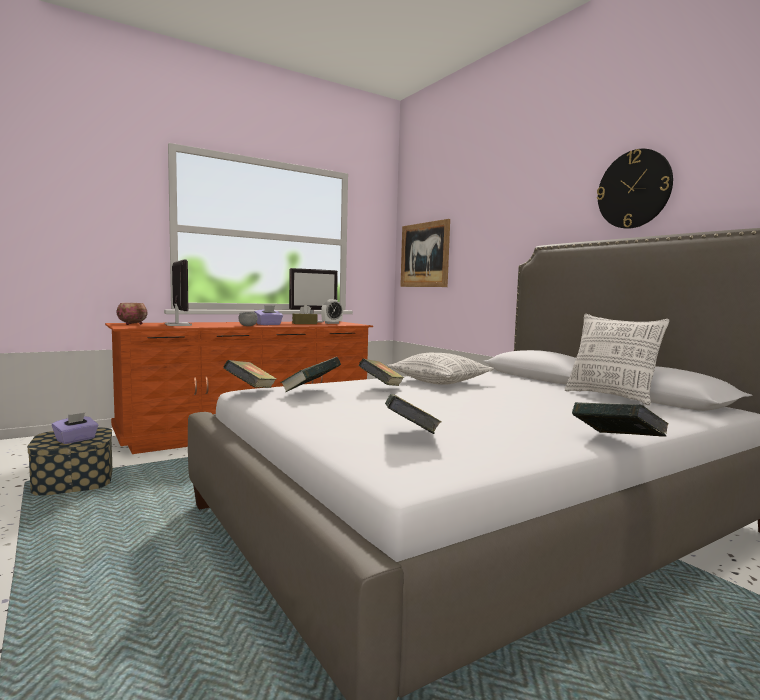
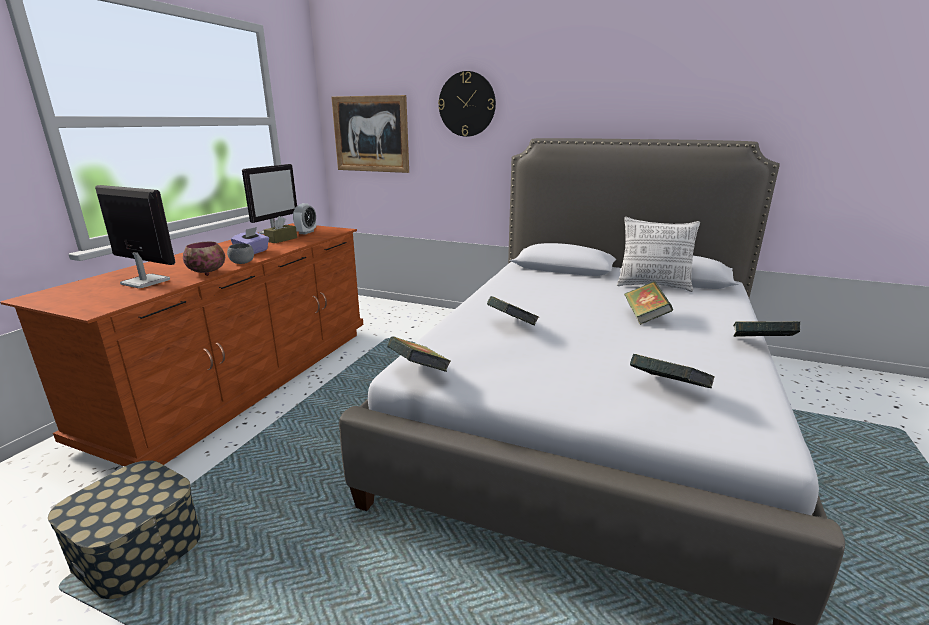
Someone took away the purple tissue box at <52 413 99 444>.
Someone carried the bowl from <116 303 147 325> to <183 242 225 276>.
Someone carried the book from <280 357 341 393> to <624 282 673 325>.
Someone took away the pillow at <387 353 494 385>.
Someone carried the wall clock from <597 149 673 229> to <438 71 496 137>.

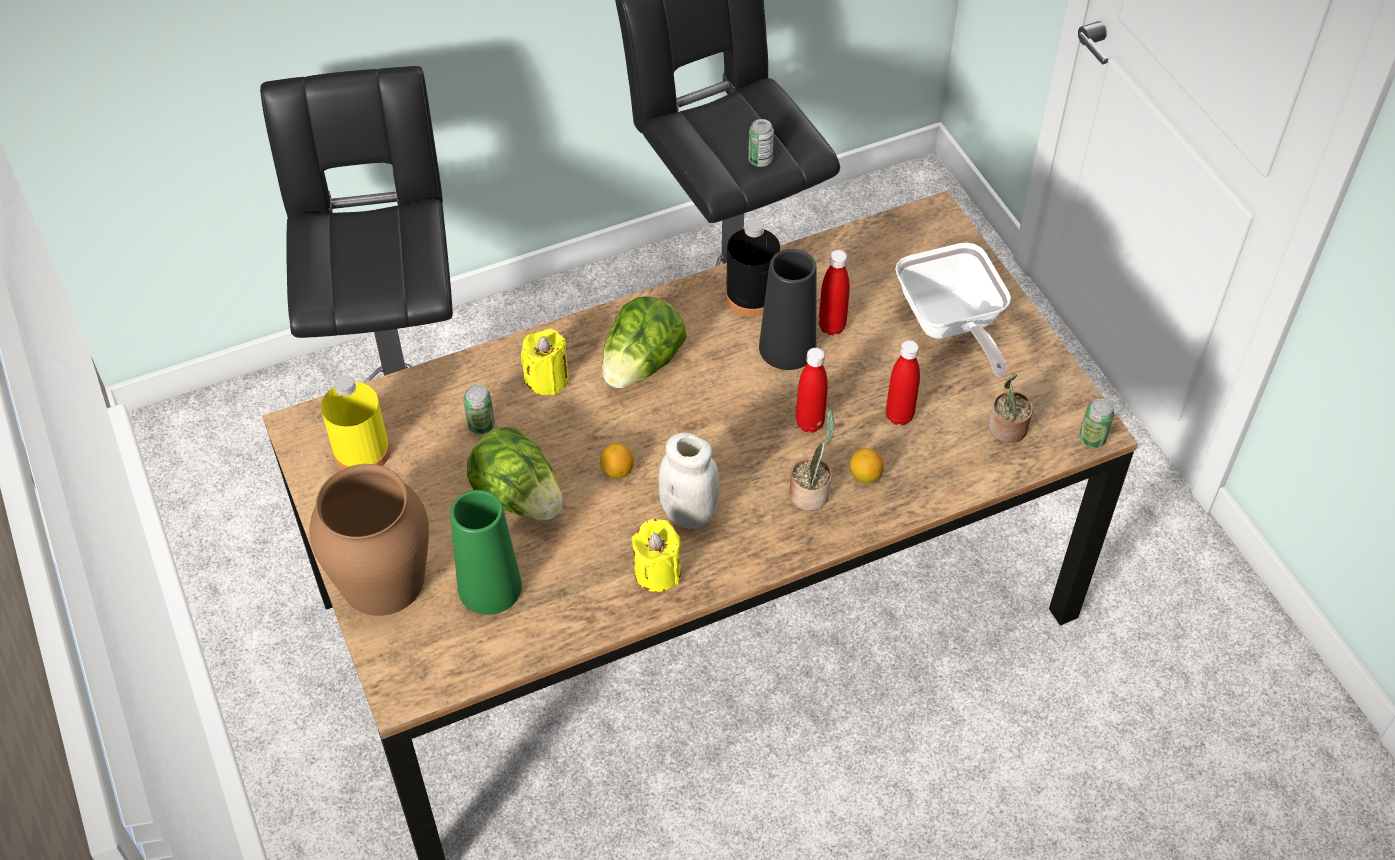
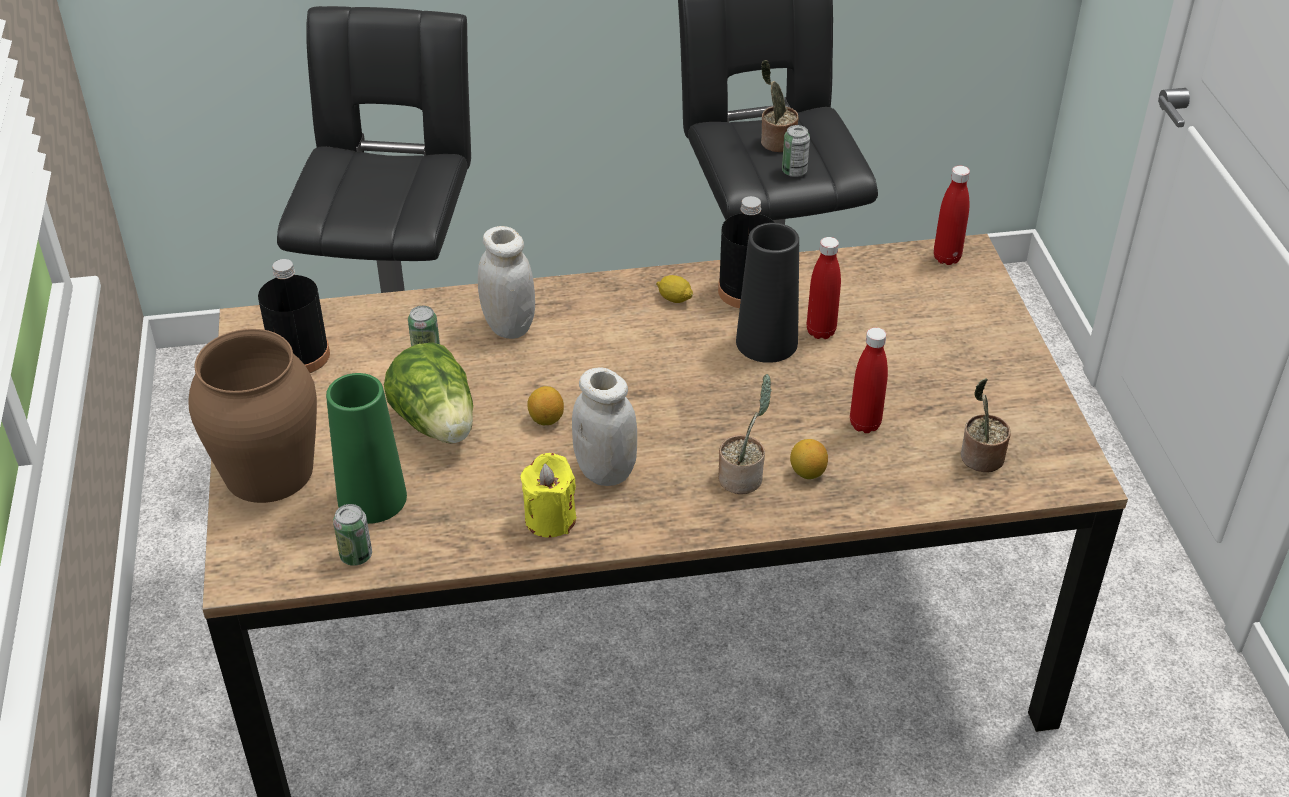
Someone repainted the yellow bottle at <321 375 391 470>, which became the black bottle at <258 259 330 373>.
Someone swapped the yellow candle at <521 329 569 395> for the white jar at <478 226 535 339>.
Someone took away the lettuce at <602 297 687 388>.
Someone carried the red bottle from <796 348 828 433> to <934 166 970 265>.
Someone took away the frying pan at <895 242 1011 376>.
Someone carried the can from <1079 398 1114 448> to <333 504 372 566>.
Someone put down the lemon at <656 275 693 303>.
Someone put down the potted plant at <761 60 799 152>.

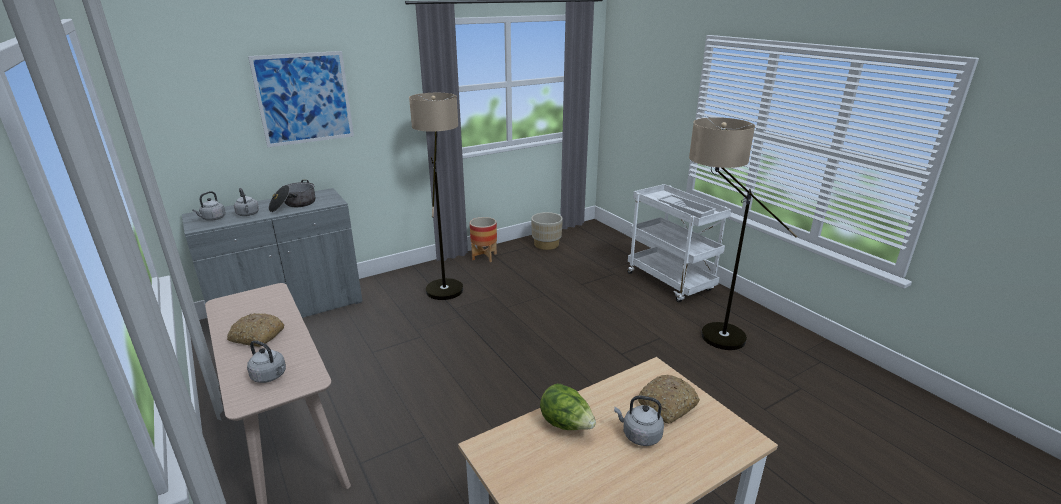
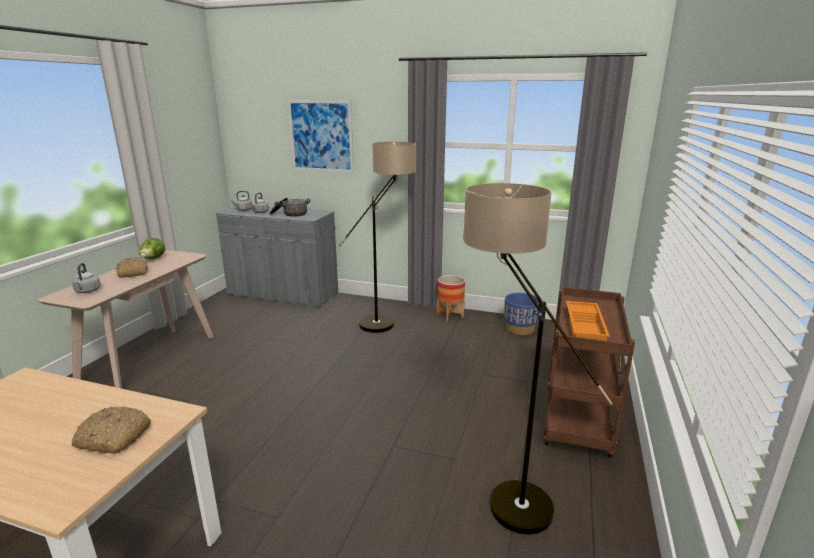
Someone repainted the beige planter at <531 212 563 250>, which became the blue planter at <504 293 539 335>.
Someone carried the lettuce from <540 384 596 430> to <139 238 165 259>.
Someone took away the grey kettle at <614 396 664 446>.
Someone repainted the white cart at <627 184 731 303>, which became the brown cart at <544 287 635 458>.
Someone repainted the white tray at <657 194 716 218>, which became the orange tray at <566 301 610 341>.

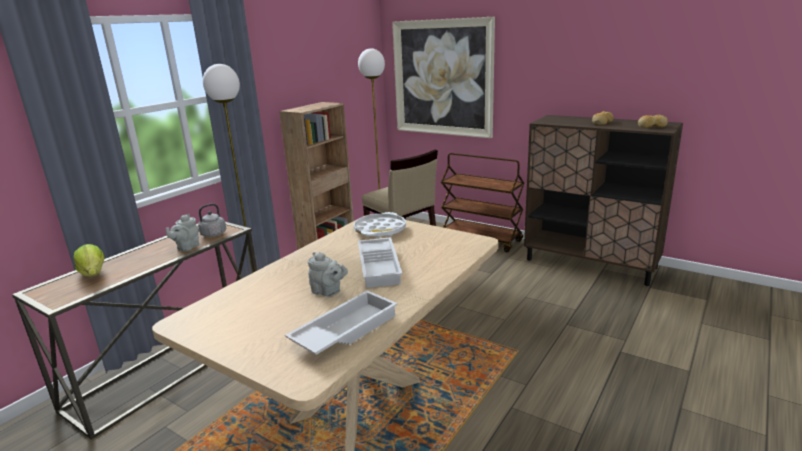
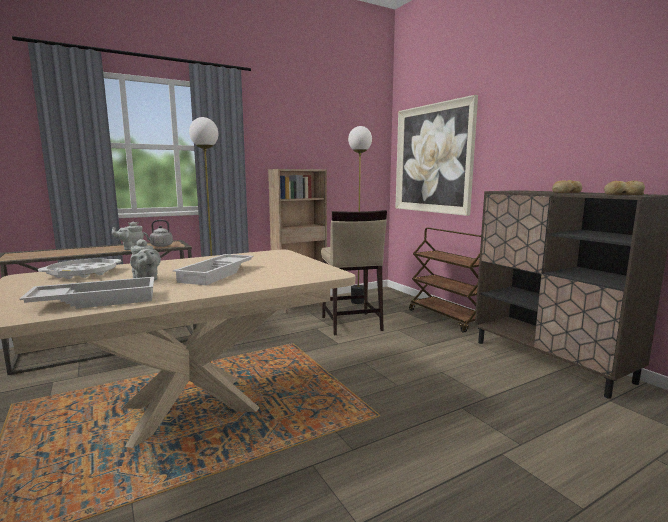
Someone took away the lettuce at <73 244 105 277>.
Someone carried the white tray from <353 212 406 238> to <38 259 121 279>.

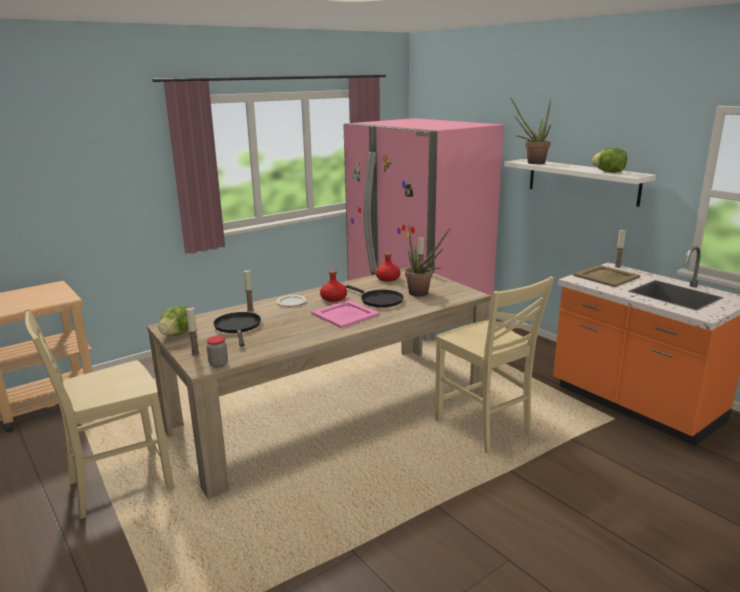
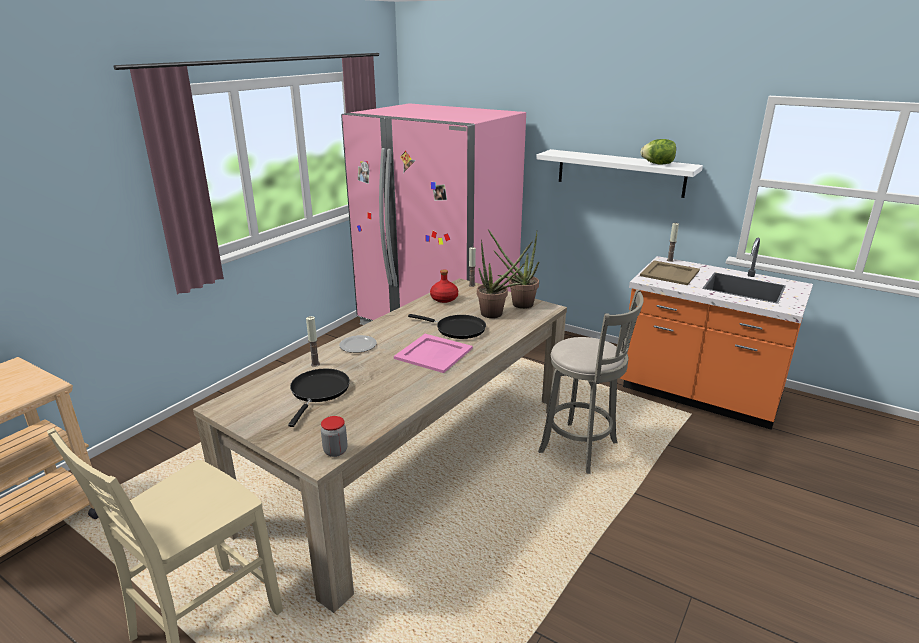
Someone took away the lettuce at <158 305 188 336>.
Someone took away the candle at <186 307 200 356>.
Someone rotated the black frying pan at <213 312 261 346> by 45 degrees clockwise.
Someone took away the red bottle at <320 270 347 302>.
Someone swapped the beige chair at <435 276 554 454> for the grey stool at <538 290 644 474>.
Someone carried the potted plant from <510 97 551 164> to <488 229 539 309>.

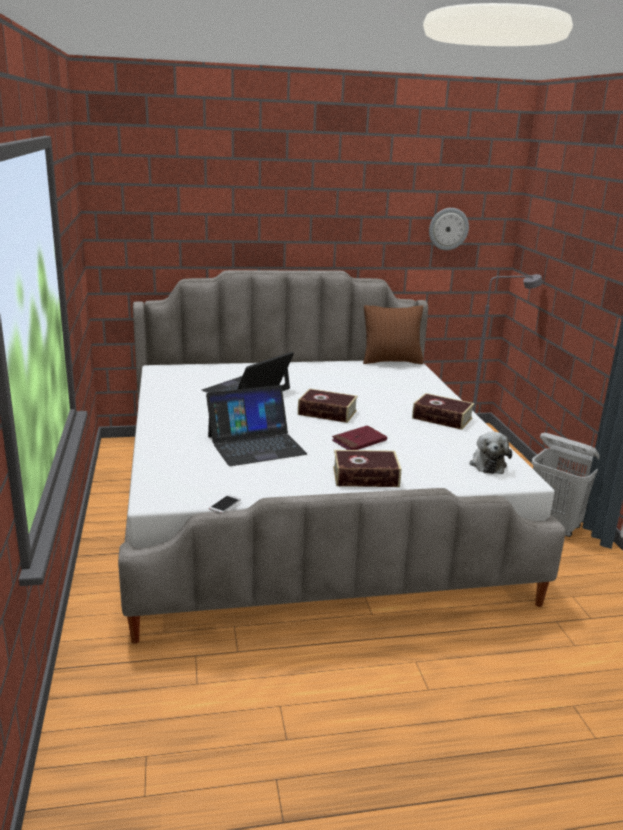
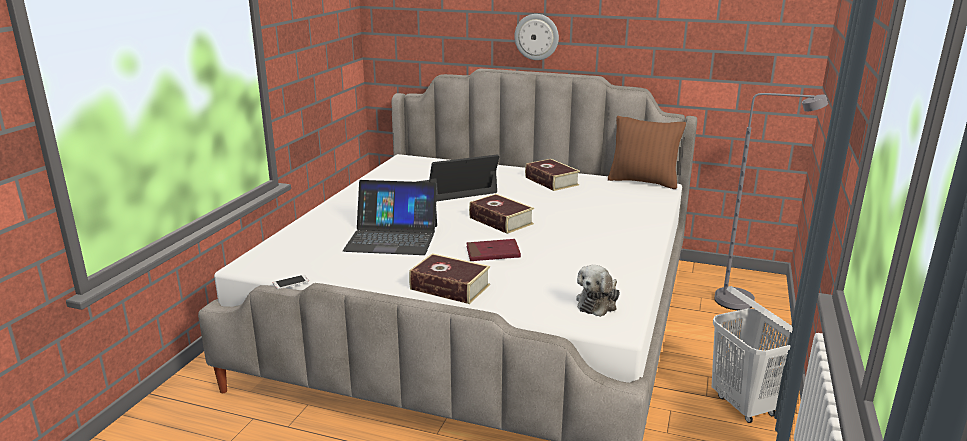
Someone carried the book from <412 393 474 430> to <525 159 580 191>.
Someone carried the wall clock from <429 208 469 250> to <514 14 559 60>.

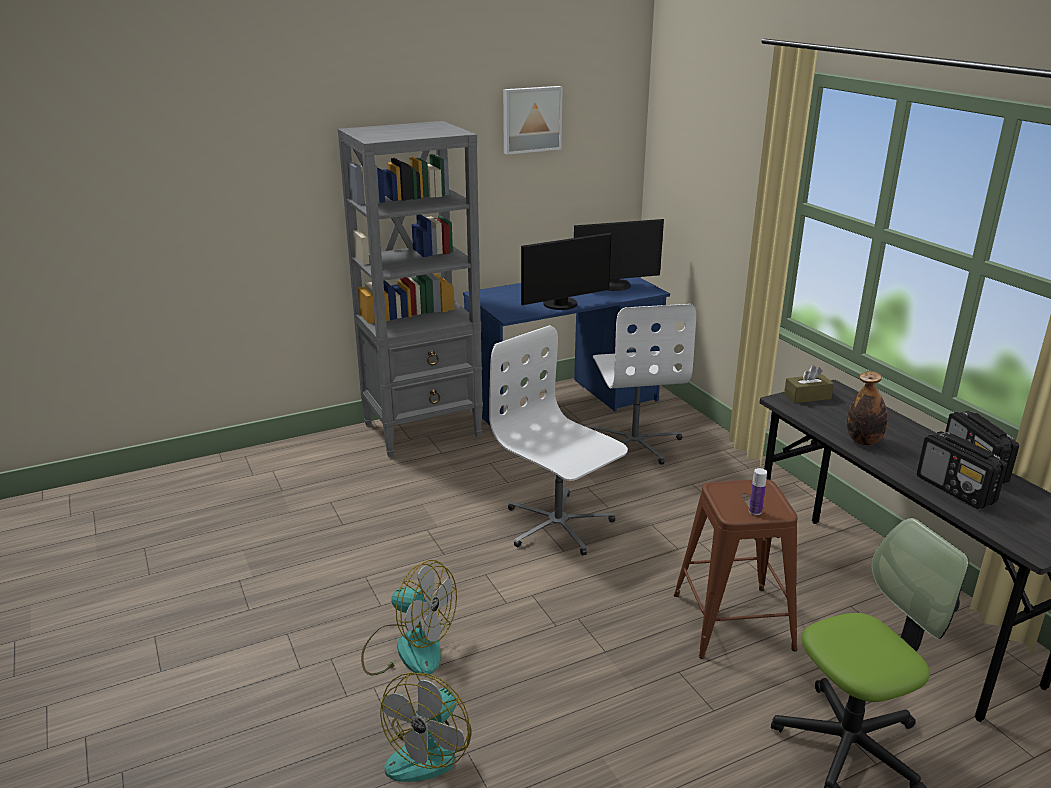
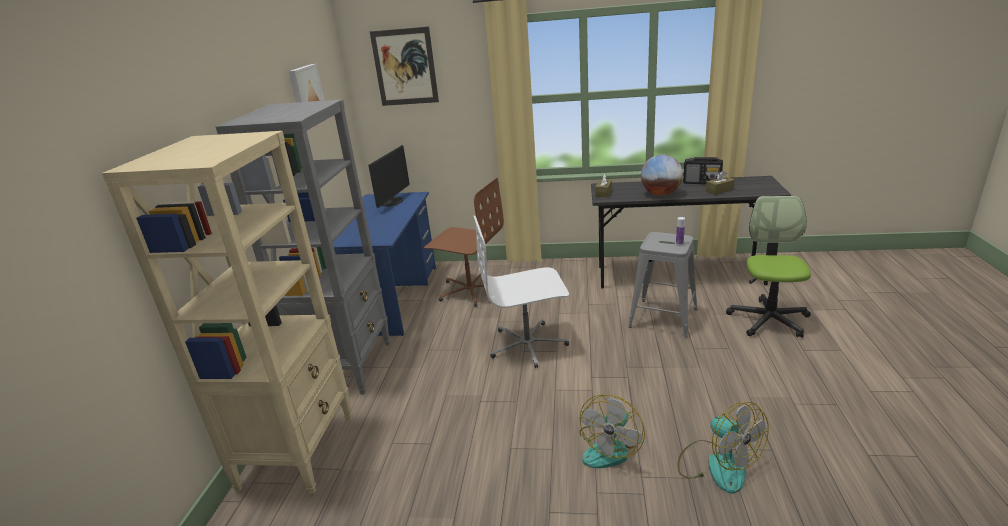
Someone rotated the fan at <361 560 457 675> by 150 degrees clockwise.
Someone took away the monitor at <521 233 612 310>.
Someone repainted the white office chair at <589 304 696 465>, which became the brown office chair at <424 178 504 307>.
Someone repainted the brown stool at <674 479 798 659>, which became the grey stool at <628 232 697 338>.
Someone swapped the bottle at <847 371 887 445> for the globe at <641 155 683 196>.
Someone swapped the radio at <917 431 1007 509> for the brown tissue box at <706 170 735 195>.
Someone put down the beige bookcase at <102 131 353 494>.
Someone put up the picture at <370 27 439 106>.

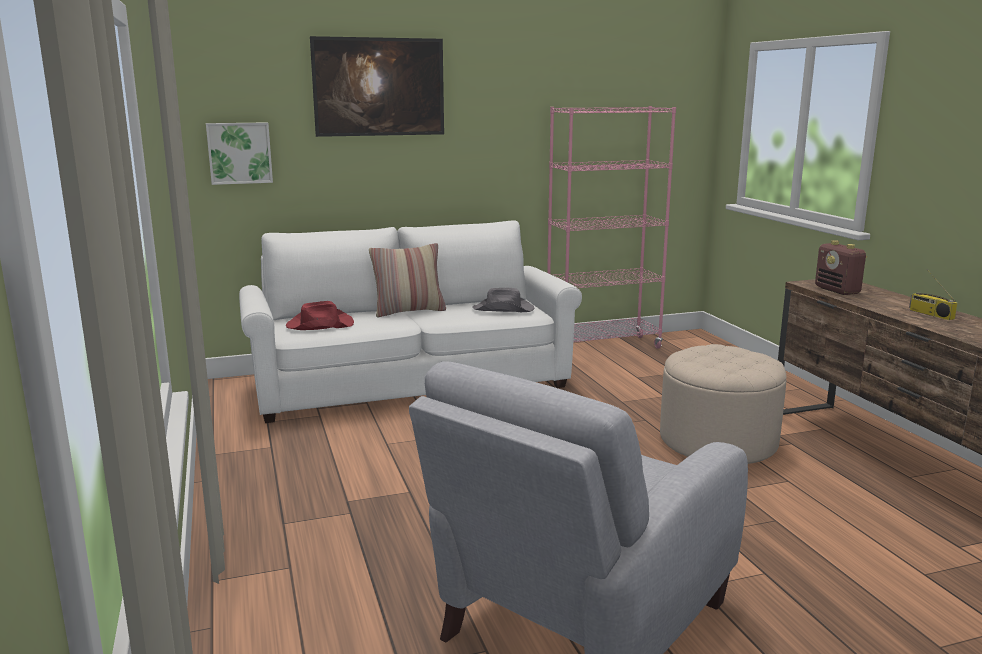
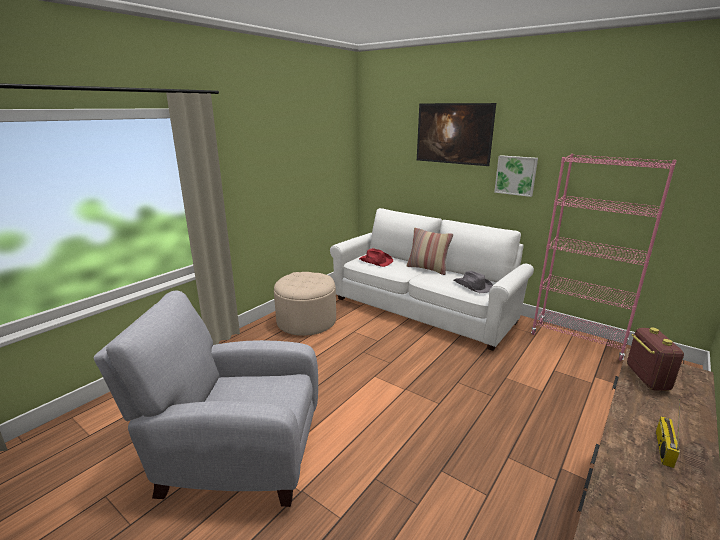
Someone carried the picture from <206 122 273 185> to <494 155 538 197>.
Someone carried the beige ottoman from <660 344 786 464> to <274 272 336 336>.
Someone rotated the radio at <815 240 867 295> by 150 degrees clockwise.

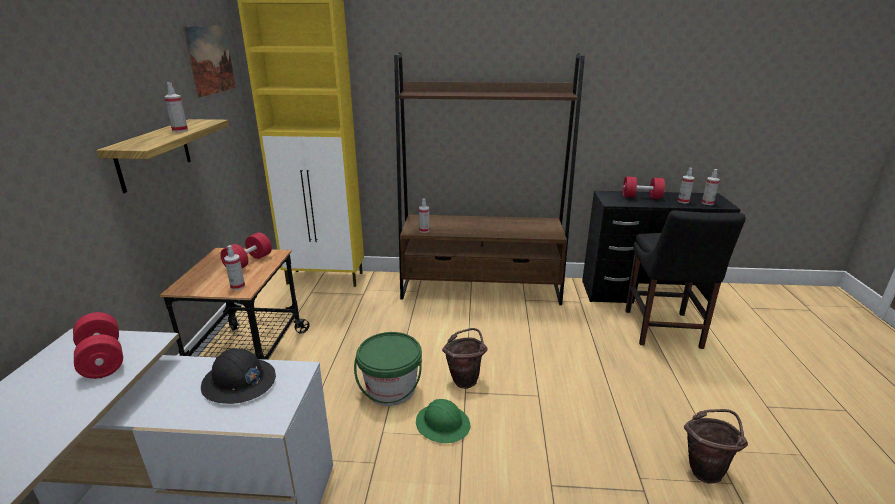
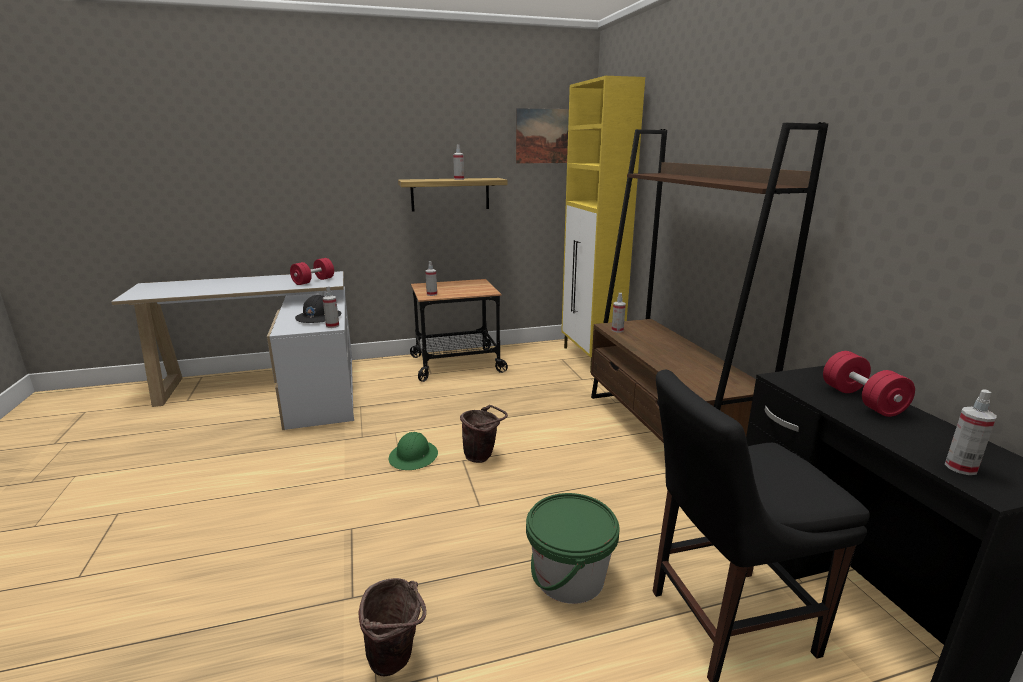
Someone took away the red dumbbell at <220 233 272 268>.
Someone carried the green bucket from <354 332 422 406> to <526 493 620 604>.
Someone carried the spray bottle from <678 168 695 203> to <323 286 339 328>.

